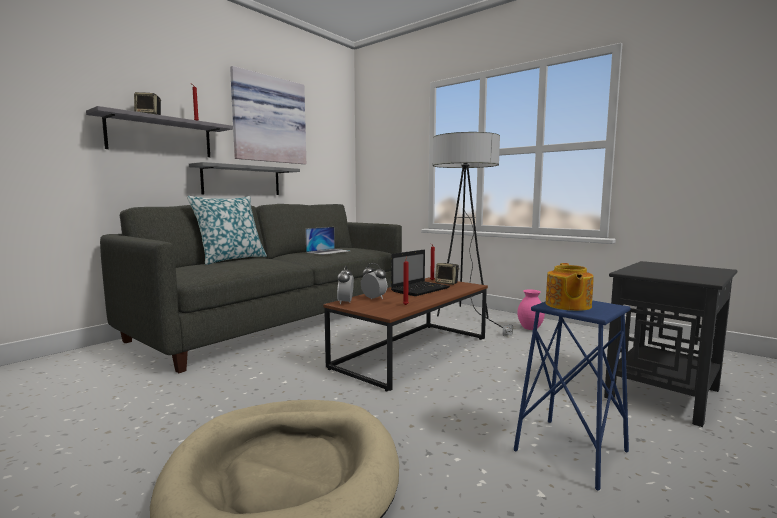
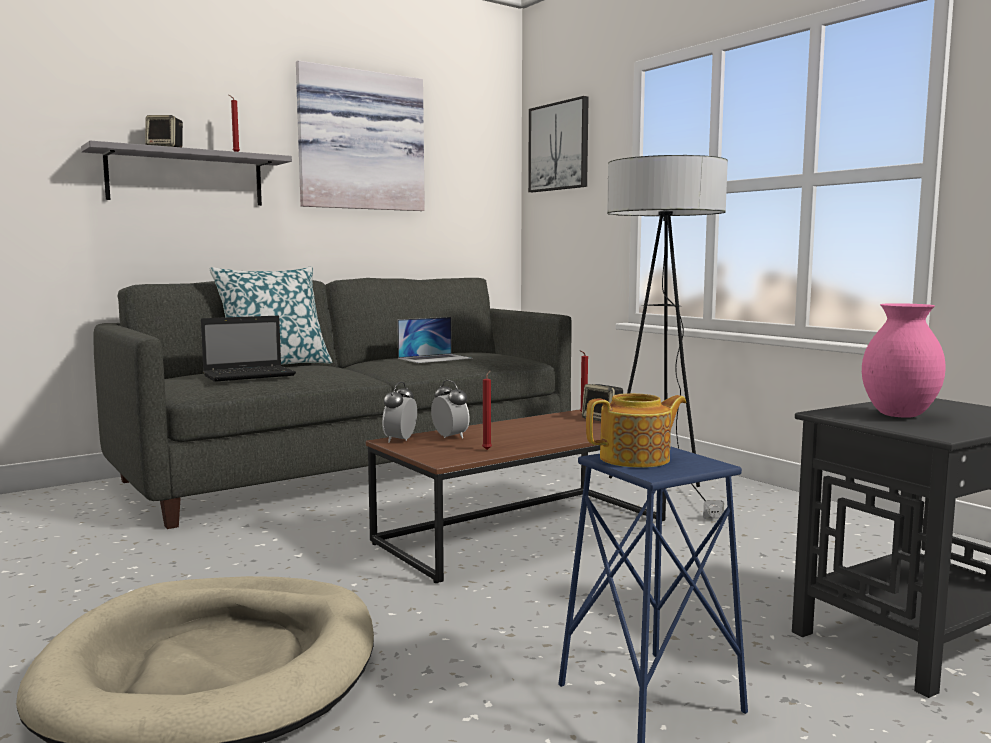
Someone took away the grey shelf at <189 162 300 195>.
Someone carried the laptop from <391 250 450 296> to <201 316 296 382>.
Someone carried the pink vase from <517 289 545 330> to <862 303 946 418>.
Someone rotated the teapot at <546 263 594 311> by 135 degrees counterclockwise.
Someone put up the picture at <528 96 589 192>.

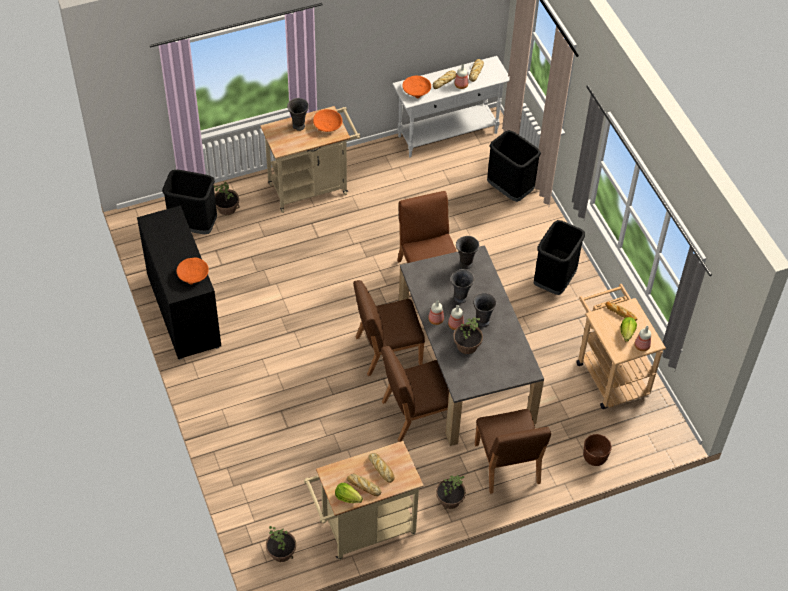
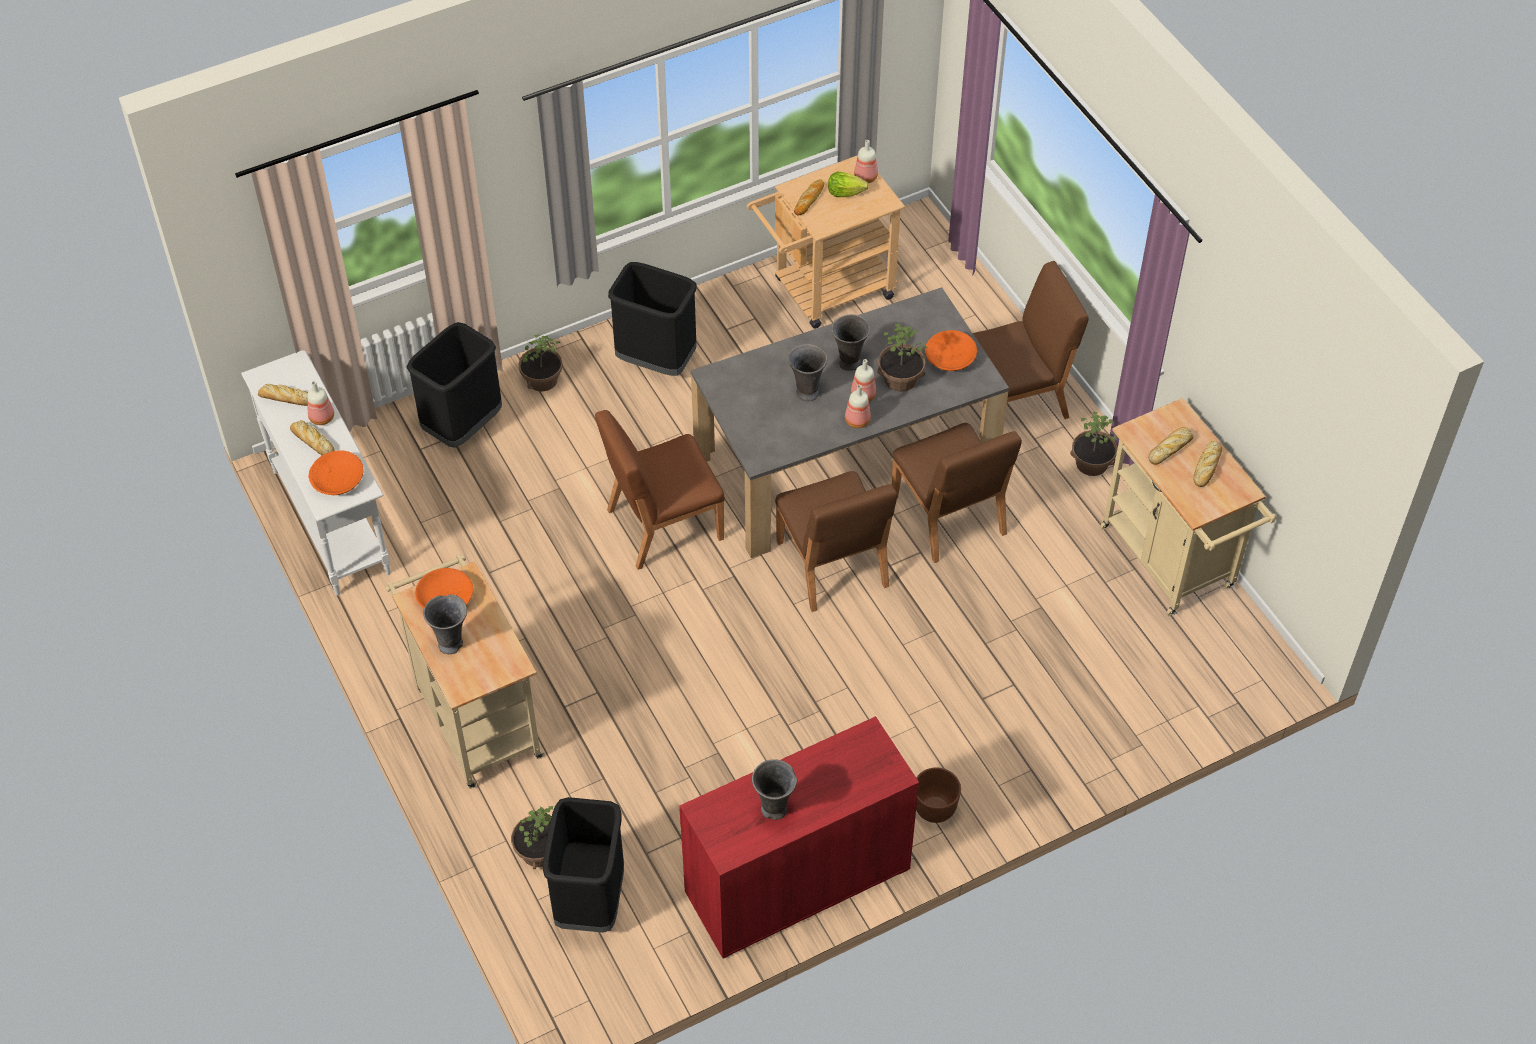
Someone repainted the black cabinet at <137 205 221 360>, which became the red cabinet at <679 716 919 959>.
Someone carried the orange bowl from <177 257 209 285> to <925 330 977 371>.
Someone carried the potted plant from <266 526 296 562> to <518 334 563 391>.
Someone took away the lettuce at <335 483 363 503>.
Someone carried the grey vase from <456 236 479 269> to <752 759 797 820>.
Someone carried the brown planter from <583 434 612 466> to <916 768 961 823>.

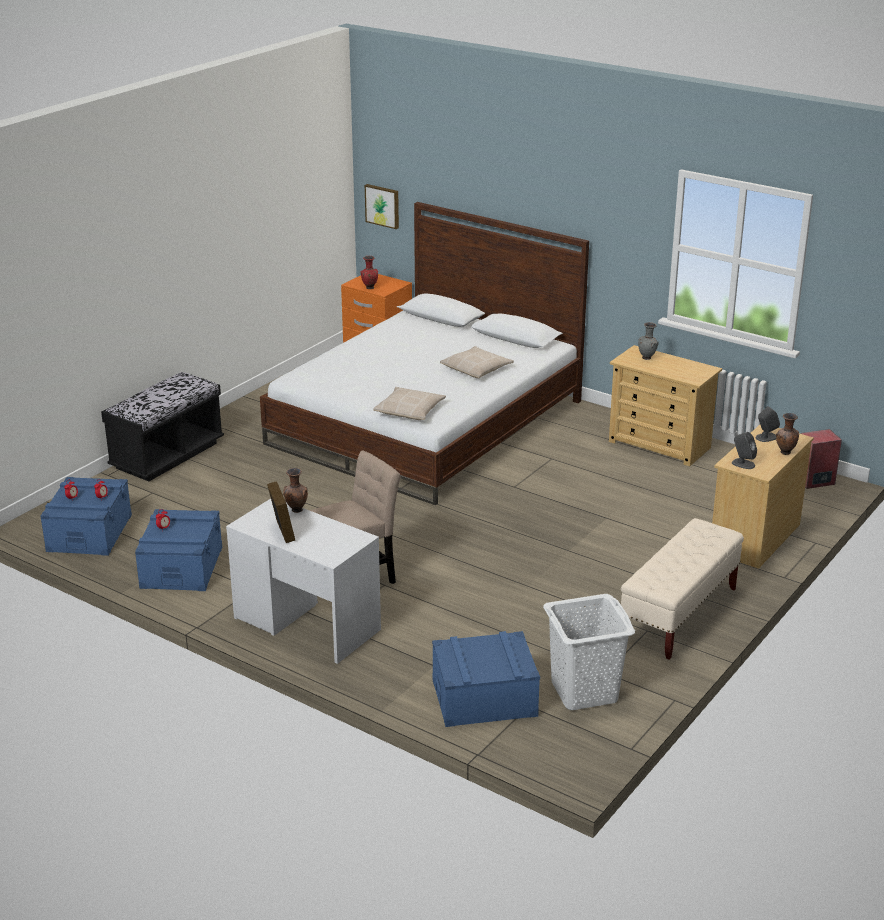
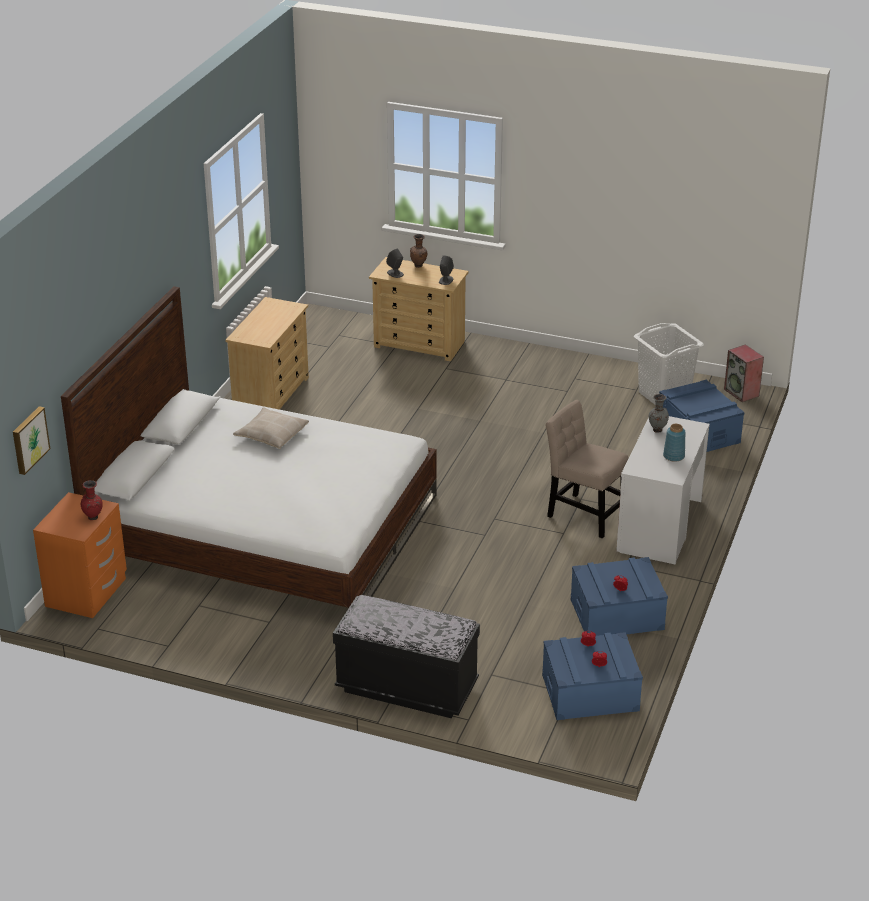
Someone swapped the picture frame at <267 481 295 543> for the blue vase at <663 424 686 462>.
Someone took away the brown vase at <283 468 308 513>.
Someone took away the beige pillow at <373 387 446 420>.
Someone took away the beige bench at <621 518 744 660>.
Someone carried the grey vase from <638 322 659 360> to <649 394 669 433>.
Someone carried the speaker from <801 429 842 489> to <724 344 764 402>.

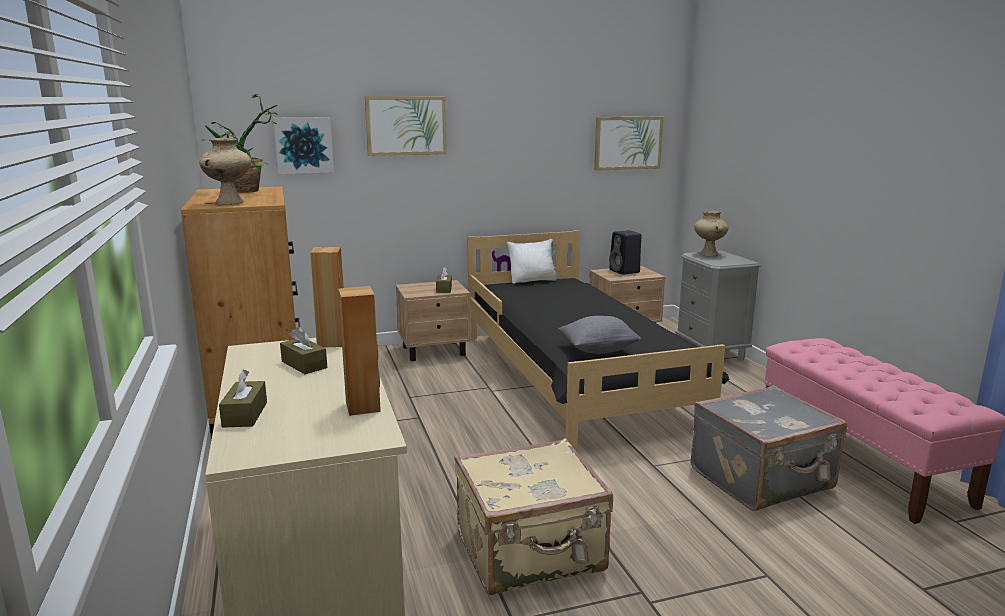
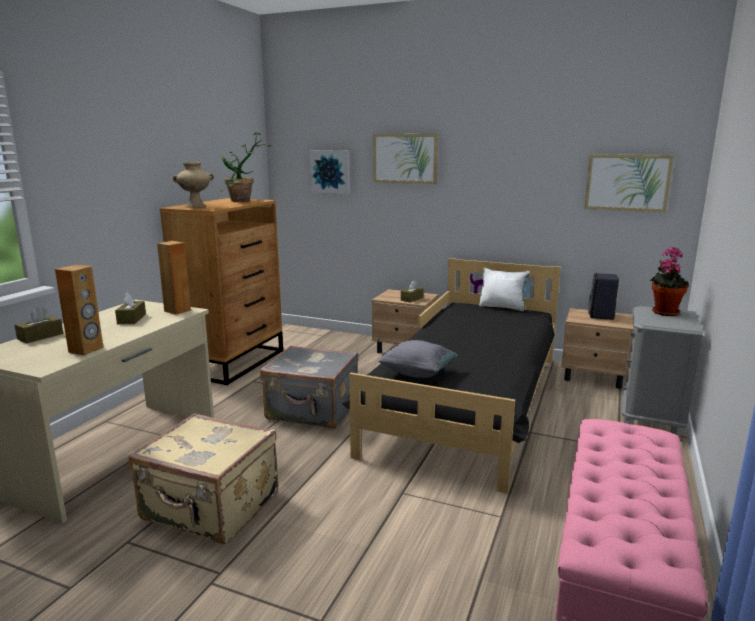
Someone carried the grey suitcase from <691 385 847 511> to <260 345 359 429>.
Someone swapped the beige vase at <694 211 729 256> for the potted plant at <650 247 689 316>.

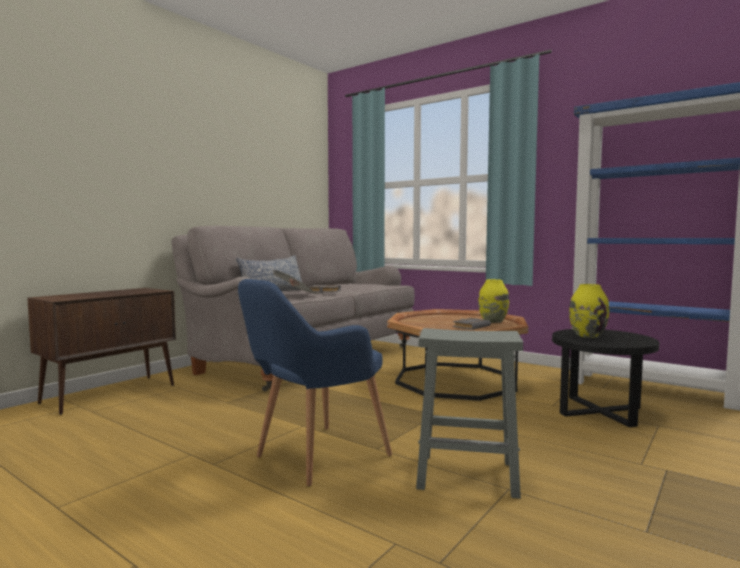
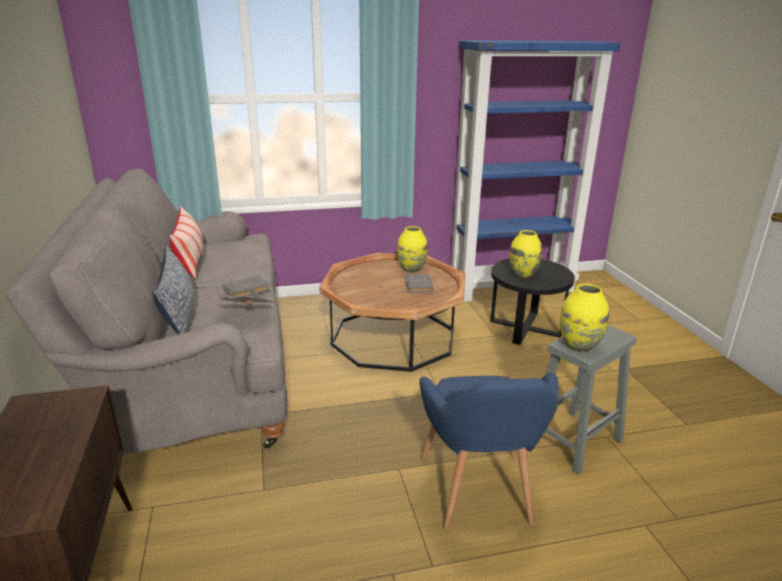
Someone put down the pillow at <169 206 203 279>.
Someone put down the yellow vase at <560 284 609 352>.

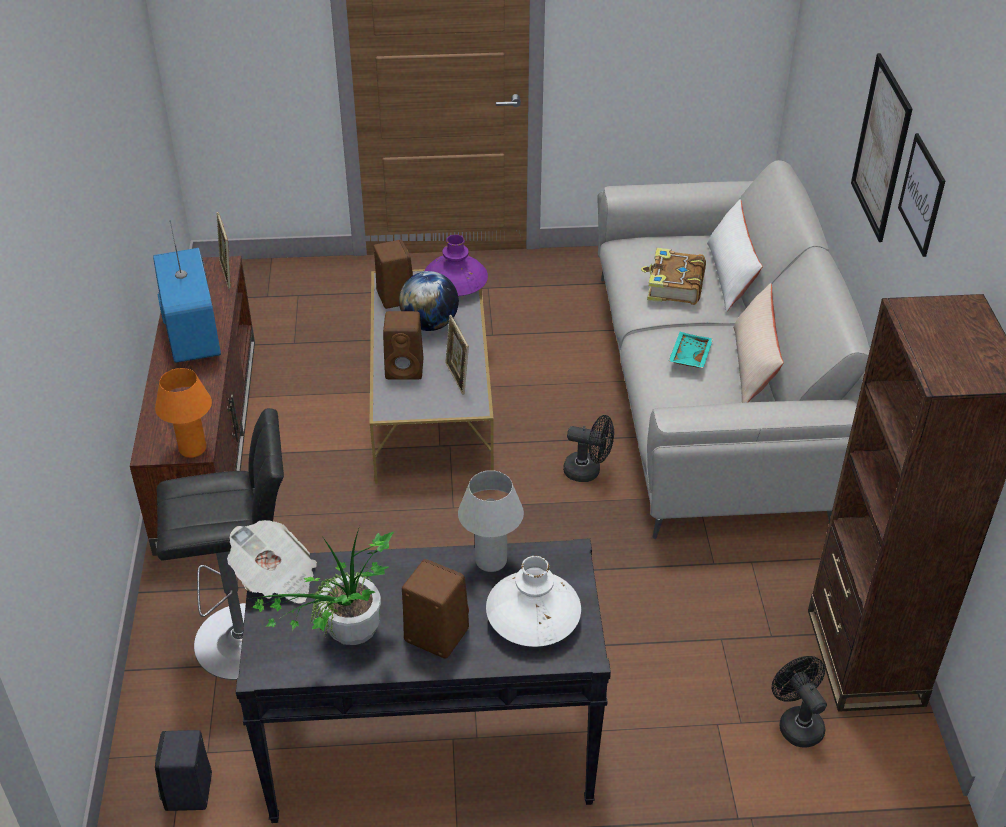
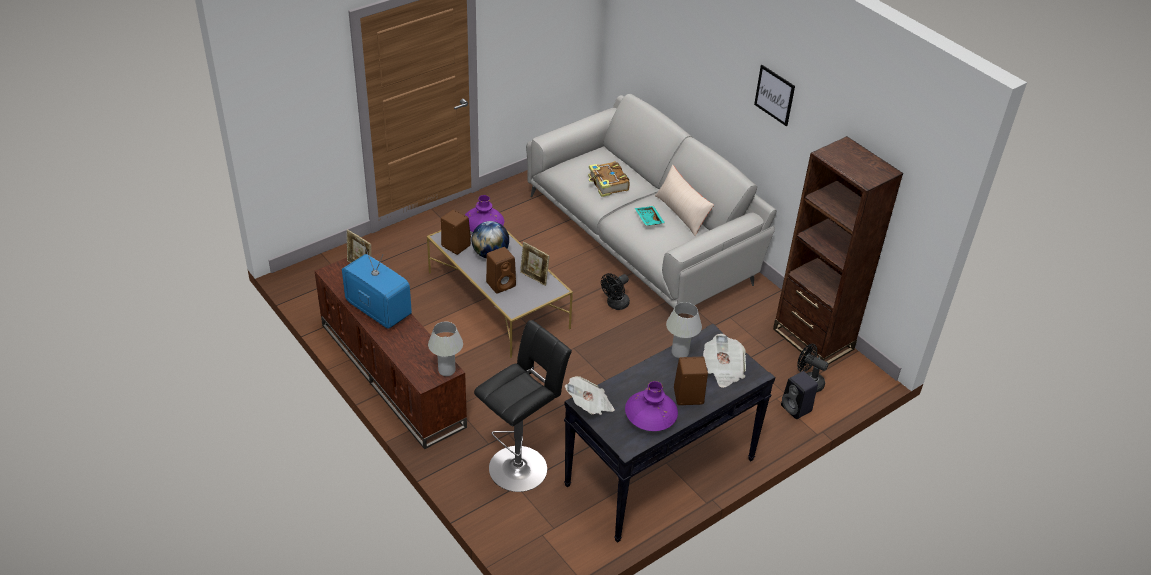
Someone repainted the orange table lamp at <155 368 212 458>, which became the white table lamp at <428 321 463 376>.
Someone carried the black speaker from <155 730 212 811> to <781 371 818 419>.
Someone swapped the potted plant at <247 526 394 645> for the purple vase at <625 381 678 431>.
Someone swapped the white vase at <486 556 581 647> for the newspaper at <703 334 746 388>.
Someone rotated the black fan at <563 415 614 482> by 150 degrees clockwise.
Someone took away the white pillow at <707 199 763 312>.
Someone took away the picture at <851 53 913 242>.

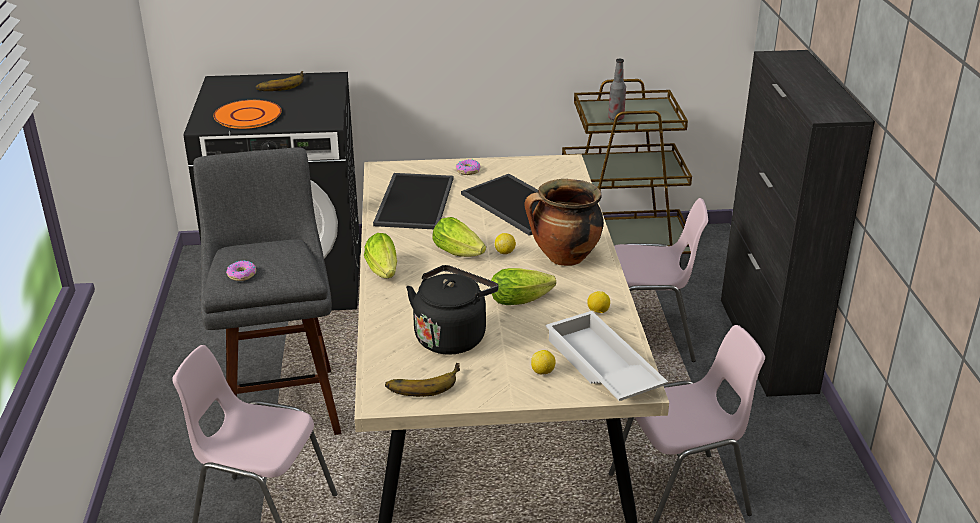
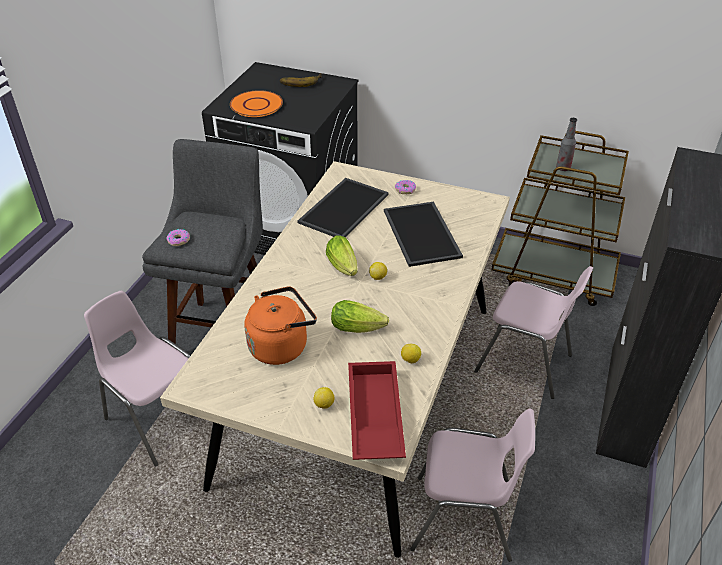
Someone took away the lettuce at <364 233 397 278>.
Someone took away the banana at <385 363 460 397>.
Someone repainted the black kettle at <406 265 499 355>, which became the orange kettle at <244 286 317 365>.
Someone took away the cooking pot at <525 179 604 266>.
Someone repainted the white tray at <545 311 668 401>, which became the red tray at <348 361 406 460>.

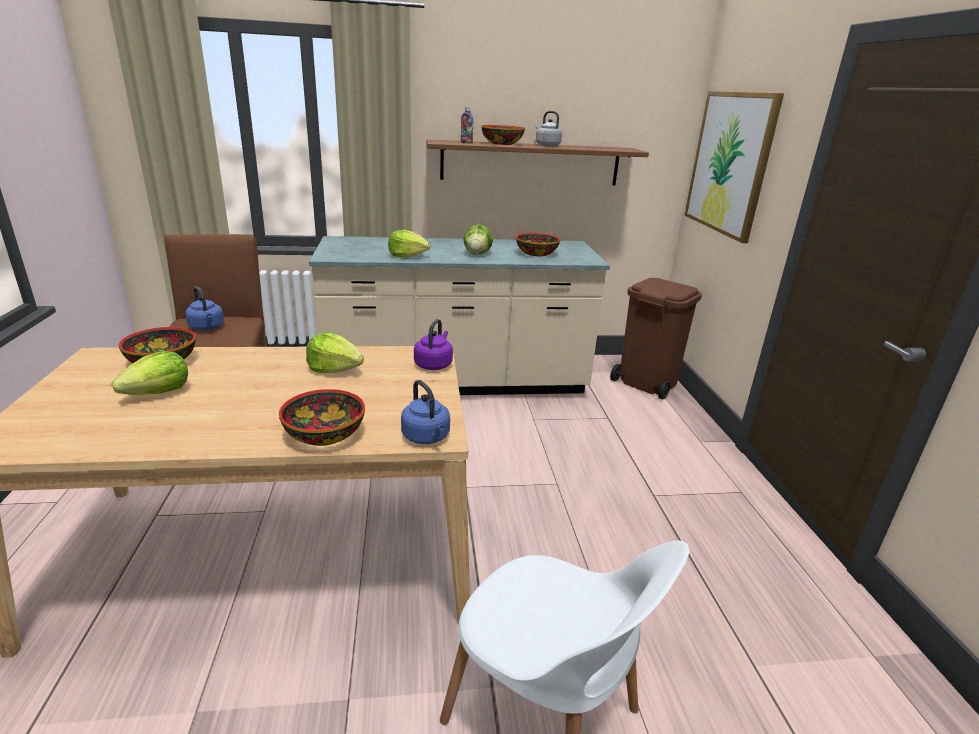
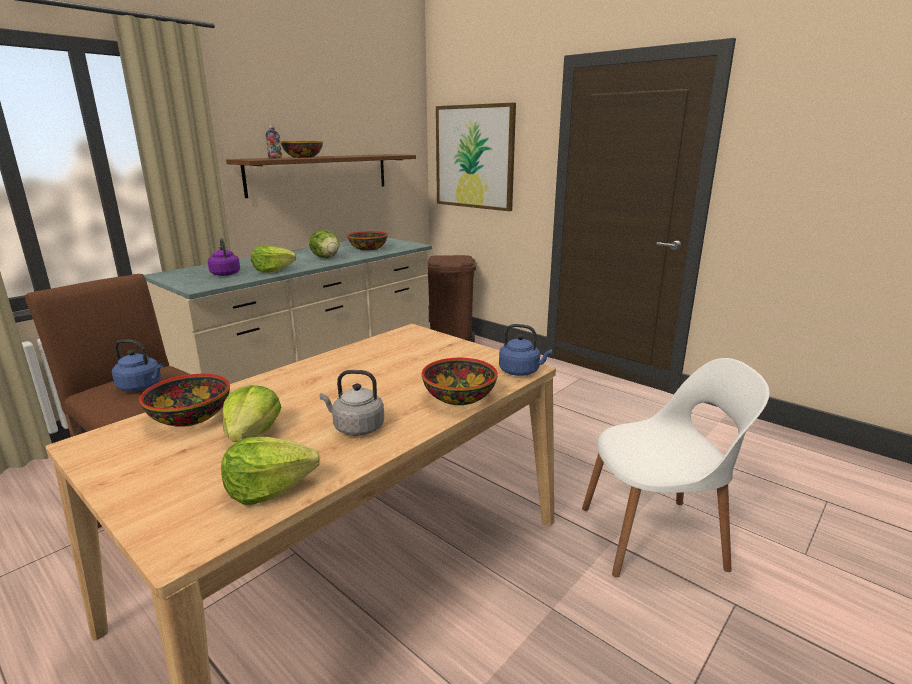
Someone carried the lettuce from <306 332 364 373> to <221 437 320 505>.
Someone carried the purple kettle from <414 319 453 370> to <208 238 240 276>.
Someone carried the grey kettle from <536 111 562 147> to <320 370 384 436>.

